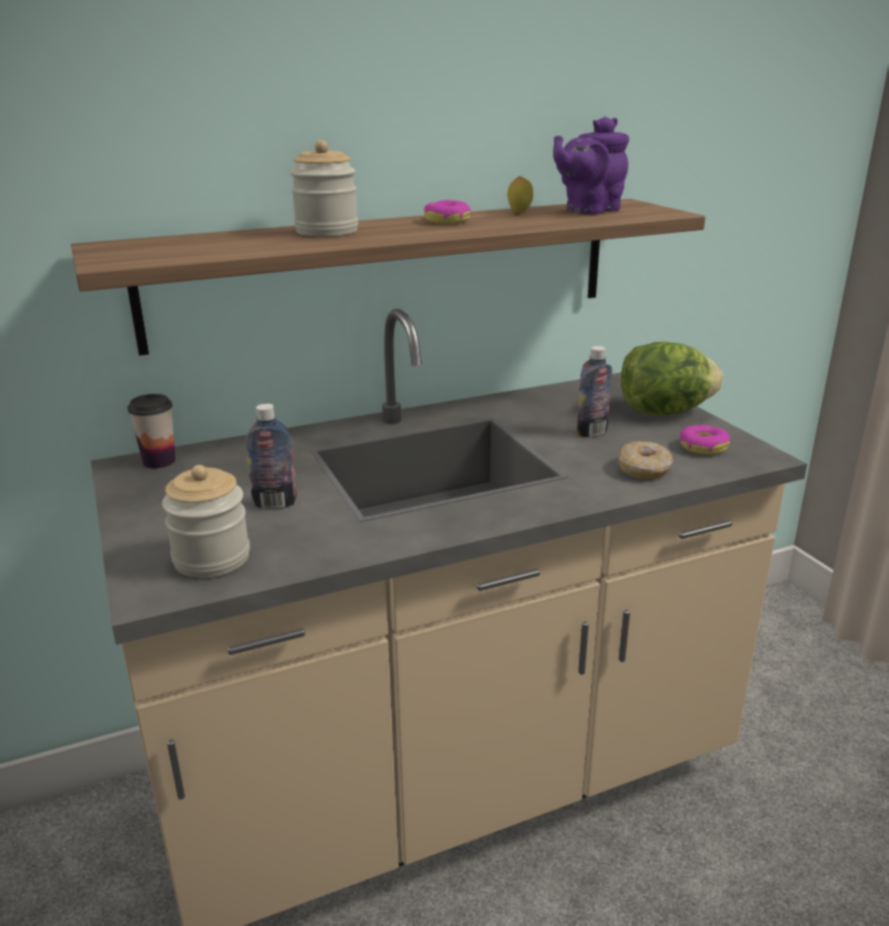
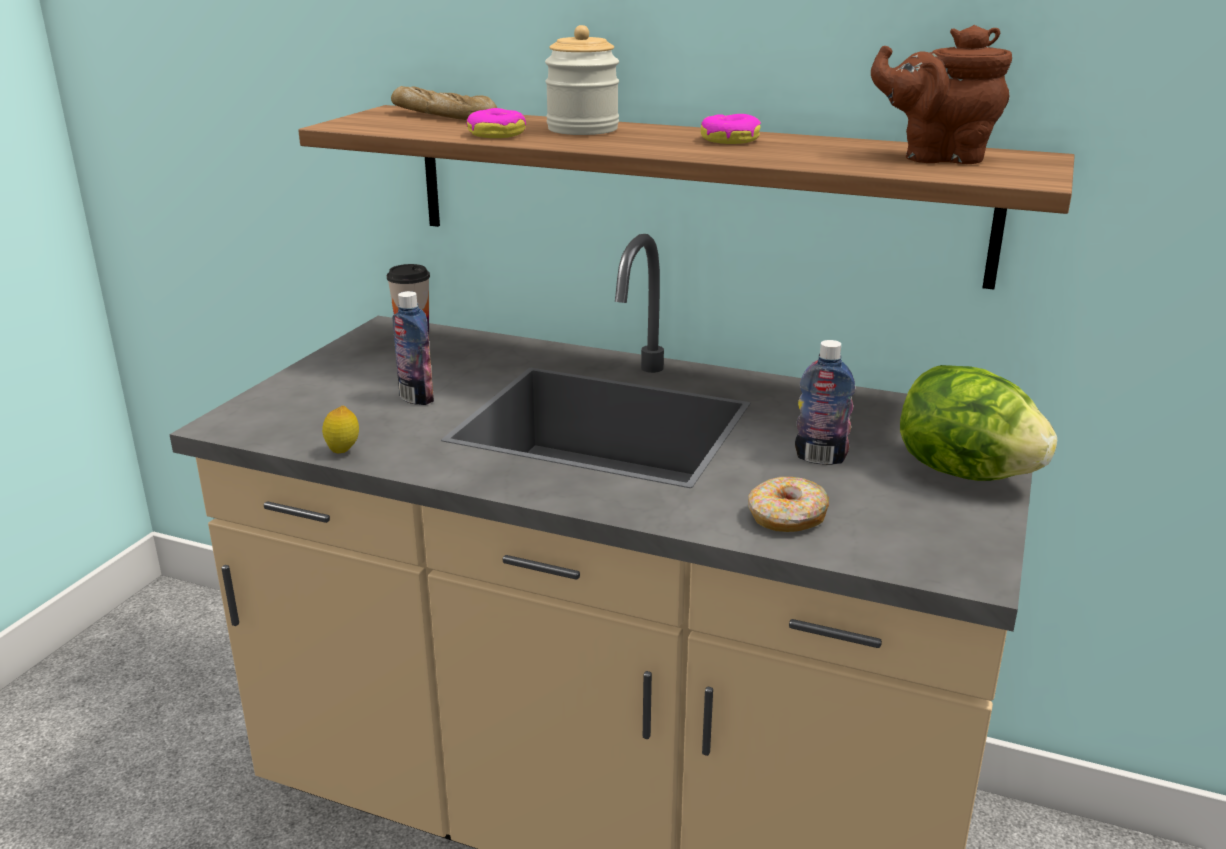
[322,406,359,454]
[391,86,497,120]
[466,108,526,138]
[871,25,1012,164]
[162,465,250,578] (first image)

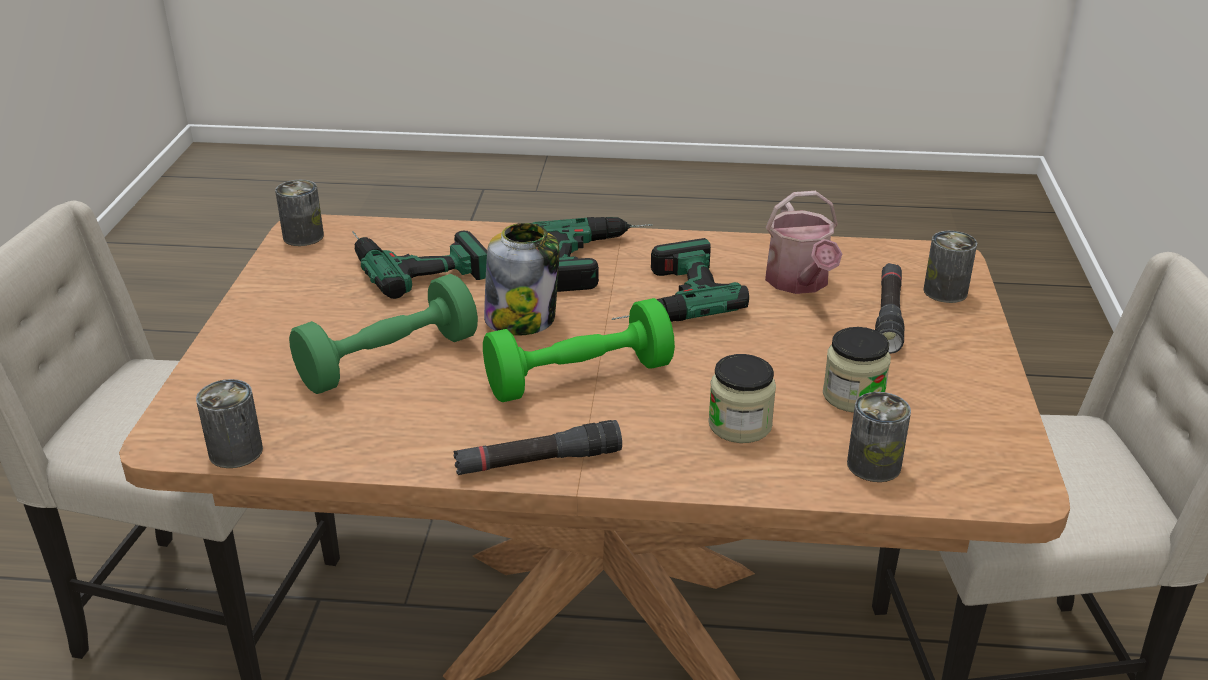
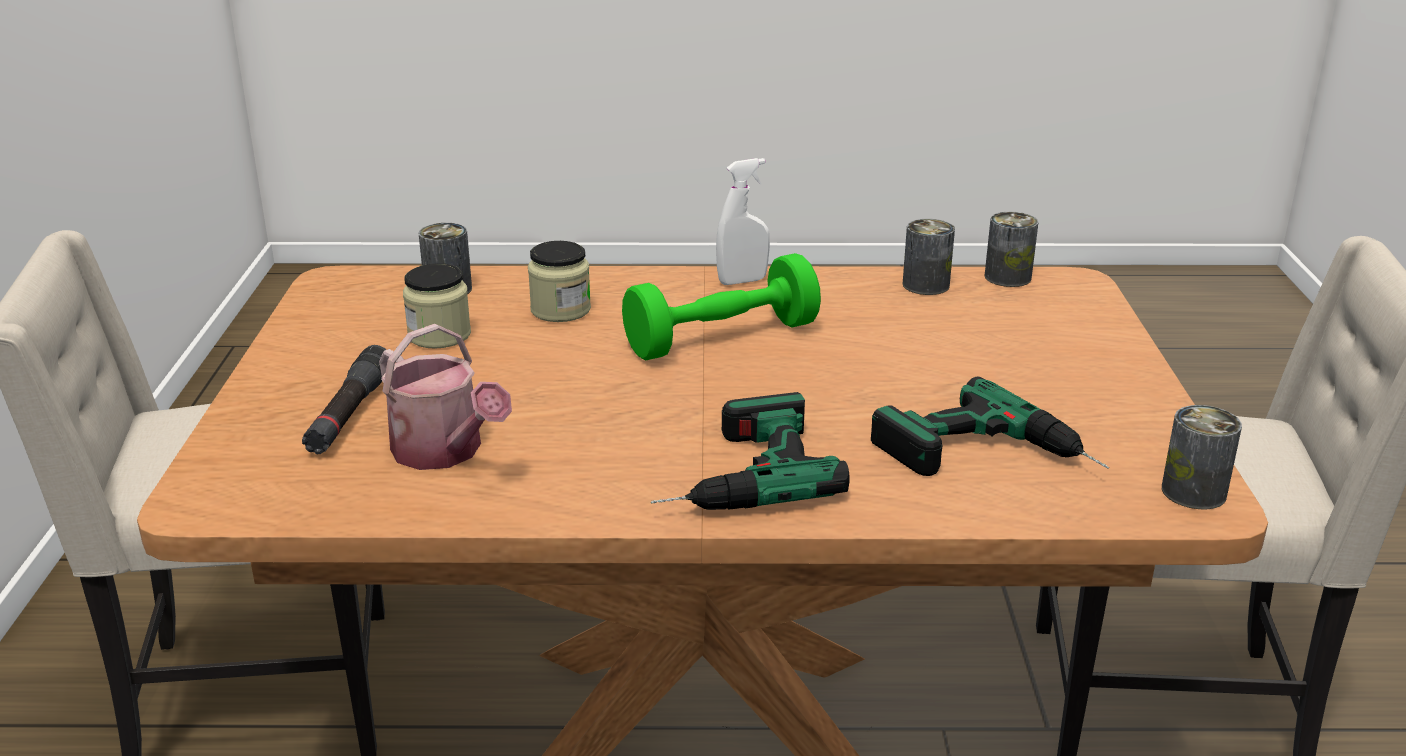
[379,324,512,470]
[716,158,770,285]
[903,219,955,295]
[289,274,478,394] (first image)
[484,223,559,336] (first image)
[612,238,749,322] (first image)

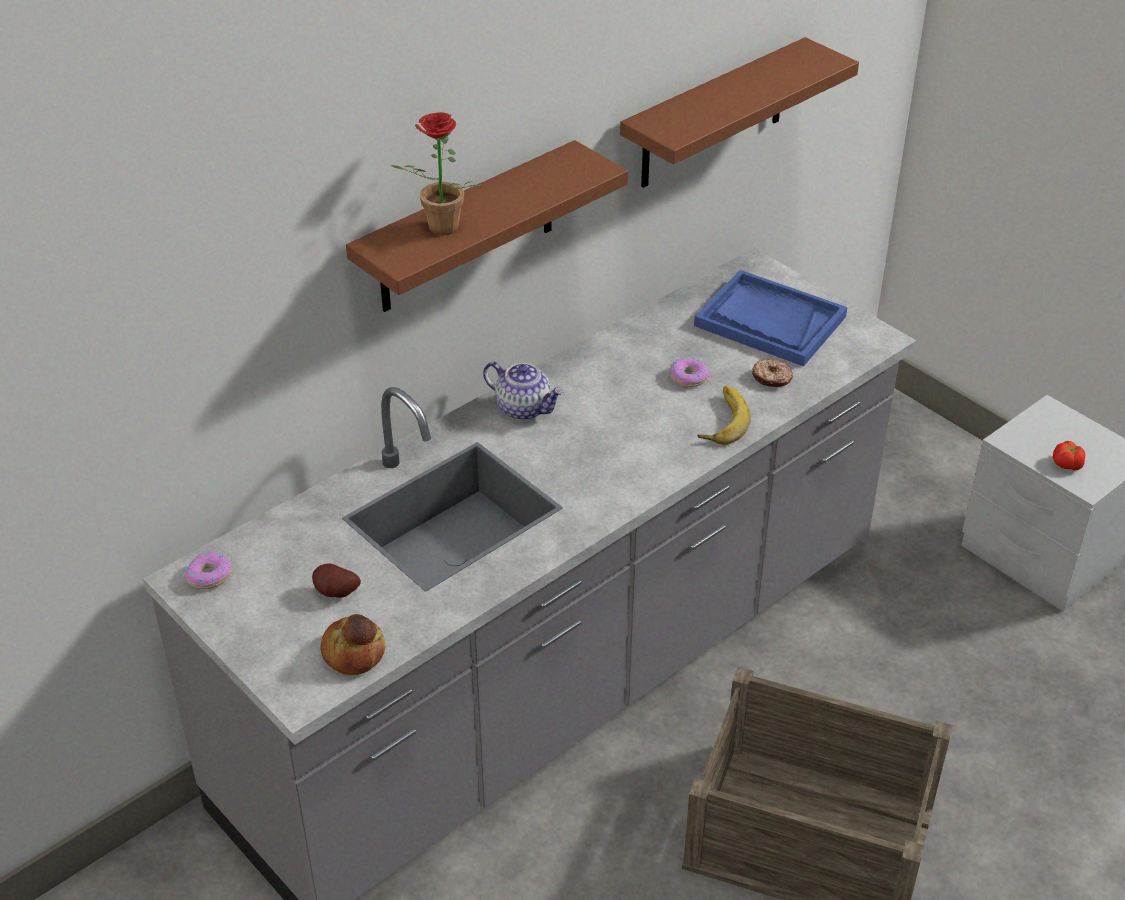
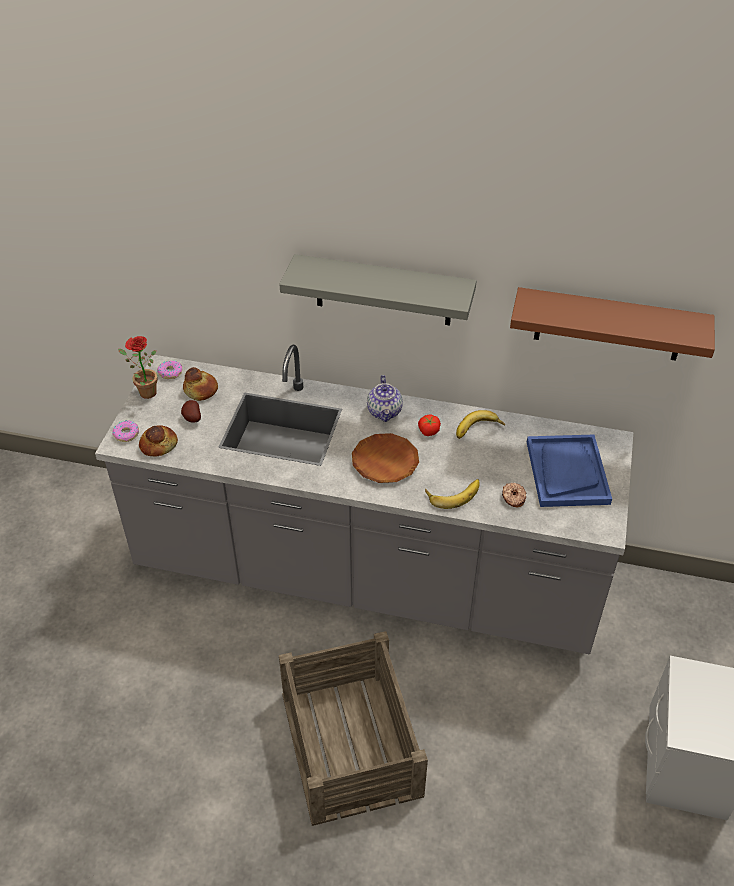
[112,420,139,442]
[118,336,158,399]
[183,367,218,401]
[279,254,477,325]
[352,433,419,483]
[418,414,441,436]
[456,410,505,439]

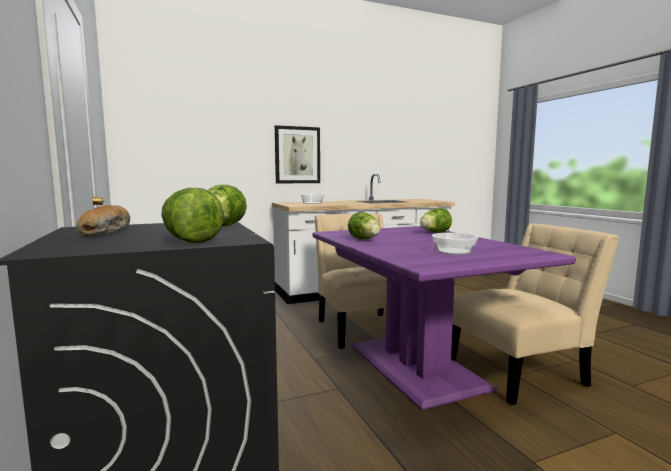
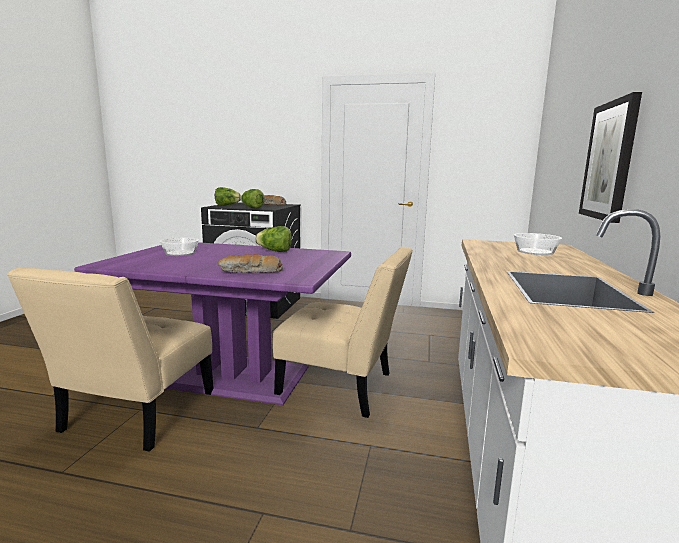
[218,254,283,273]

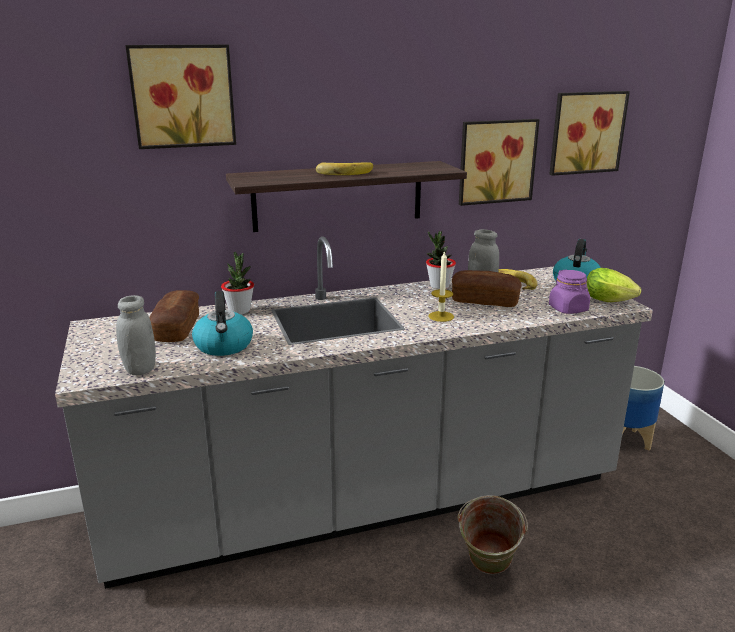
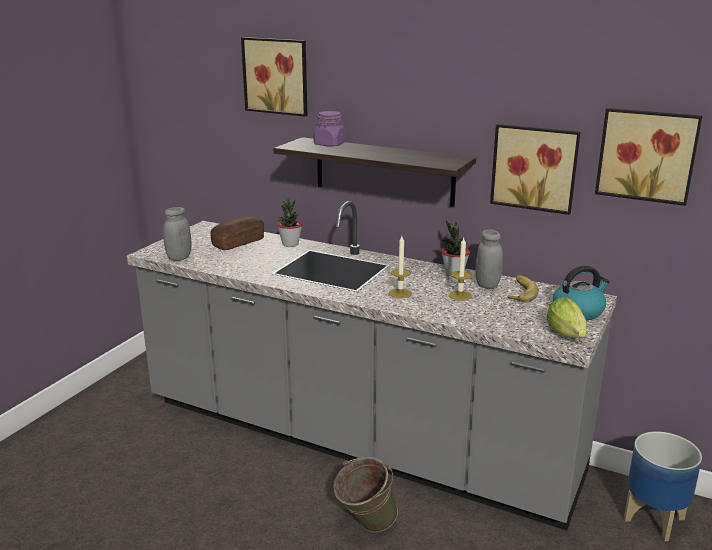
[314,111,346,147]
[449,238,472,301]
[192,291,253,356] (first image)
[316,162,373,175] (first image)

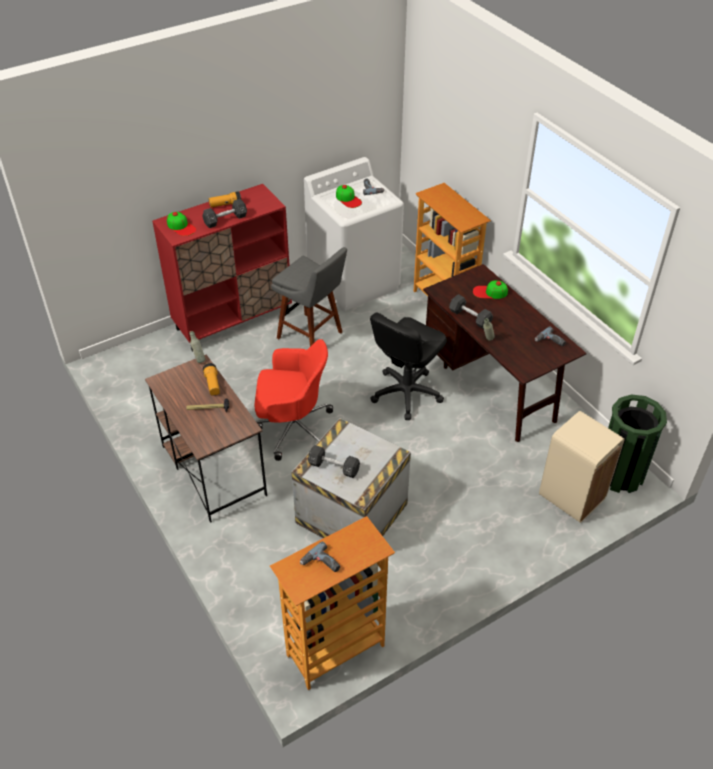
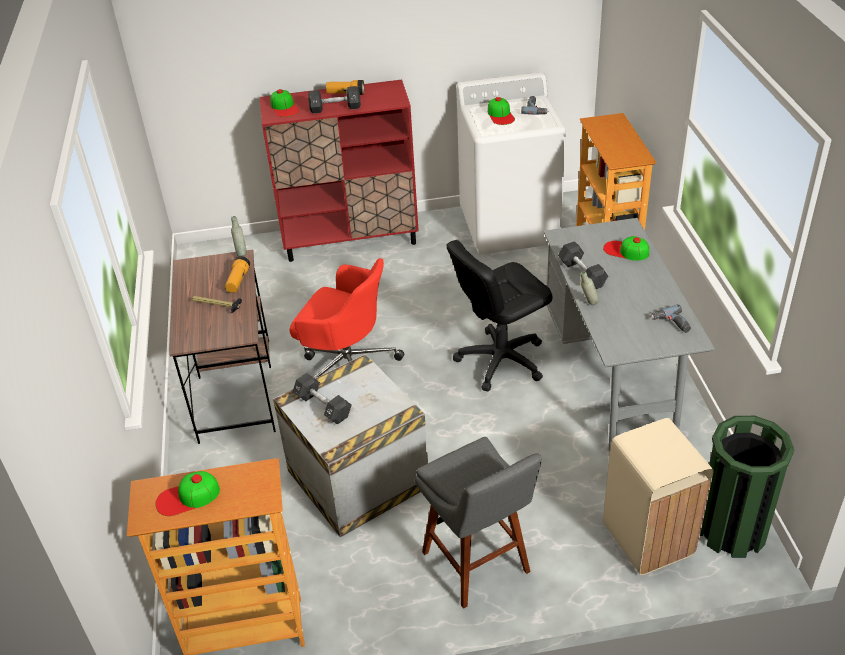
[156,471,220,516]
[415,437,542,609]
[544,218,715,451]

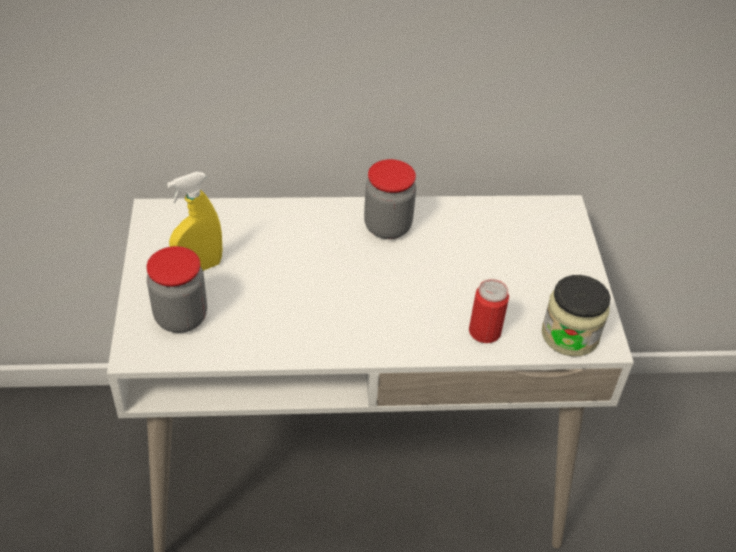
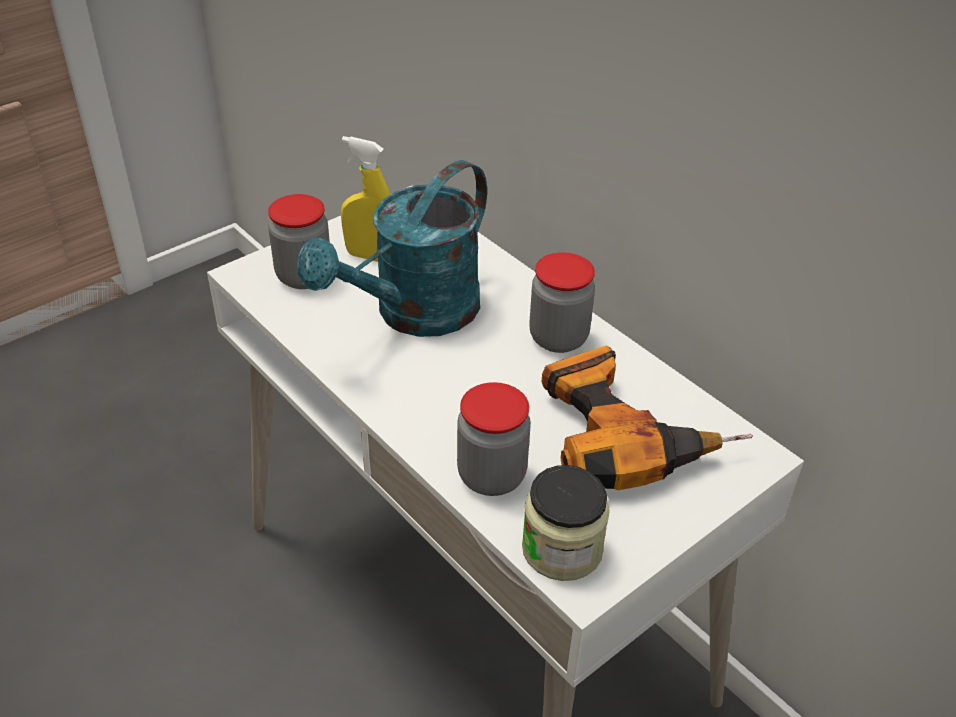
[297,160,487,337]
[457,382,531,496]
[542,345,753,490]

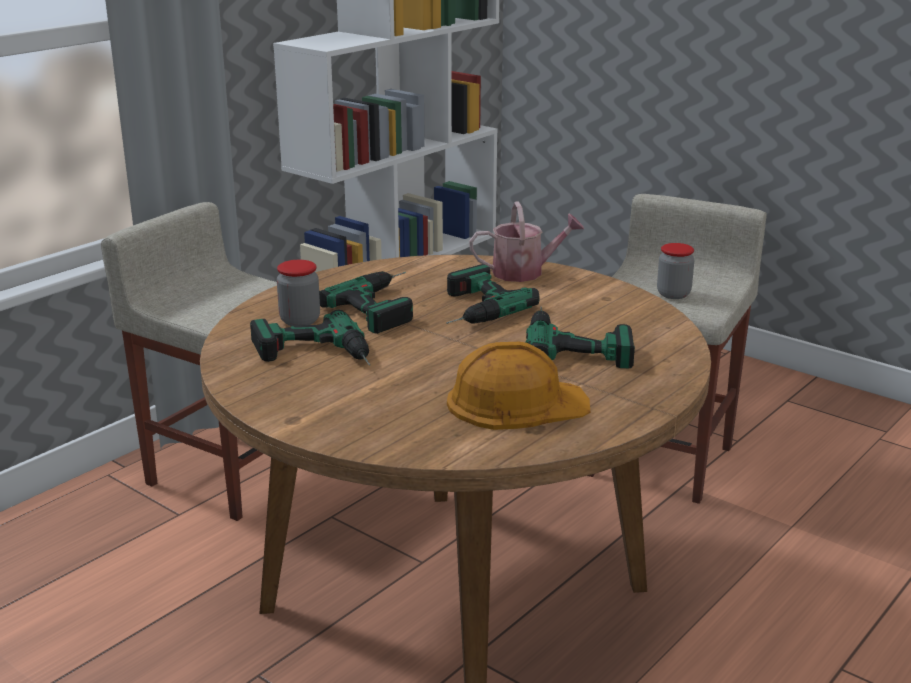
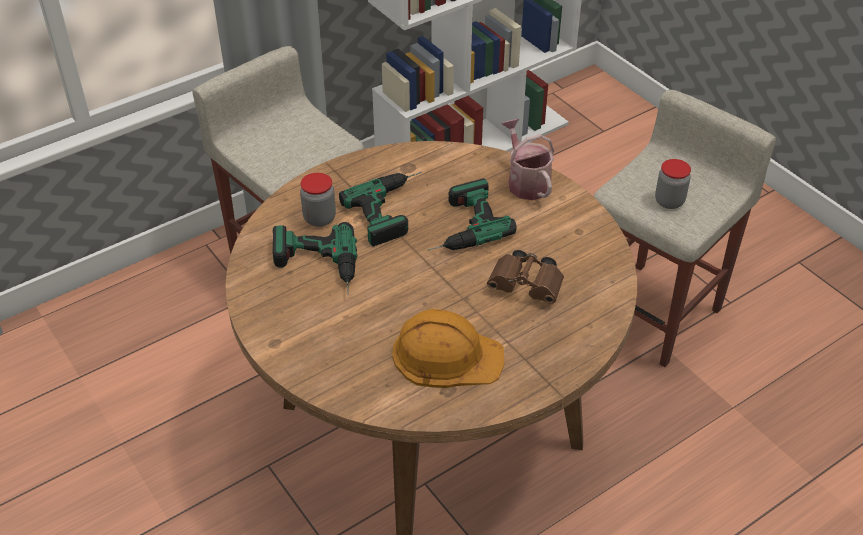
[487,250,564,304]
[502,119,554,200]

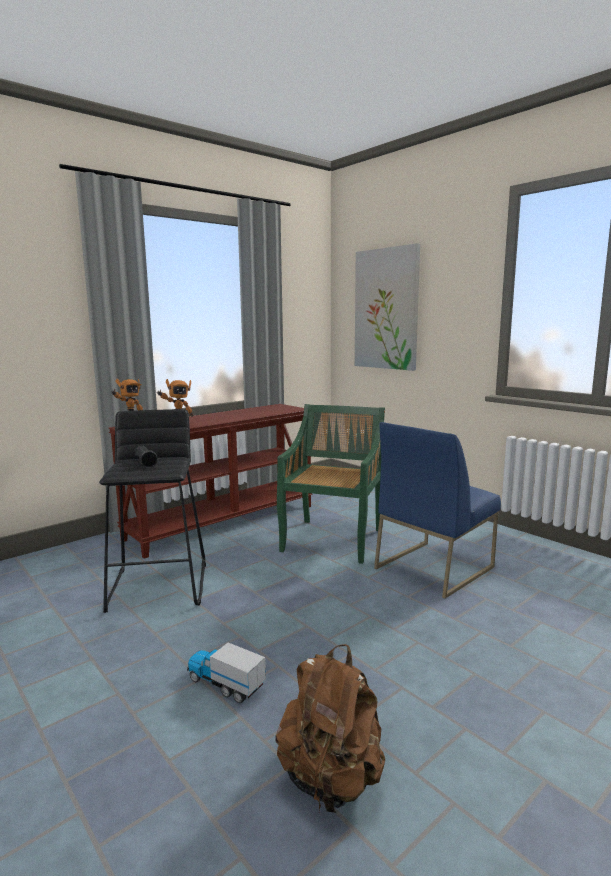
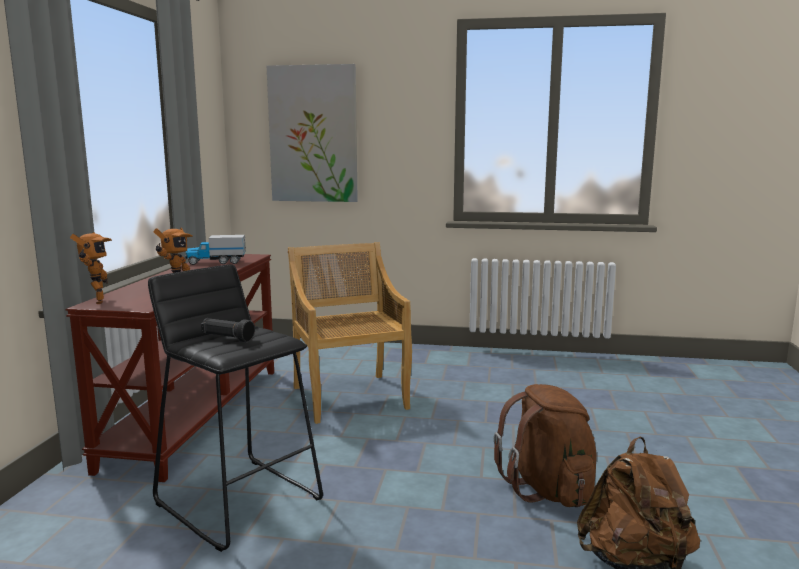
[185,235,246,265]
[288,242,412,424]
[493,384,596,507]
[374,422,501,599] (first image)

